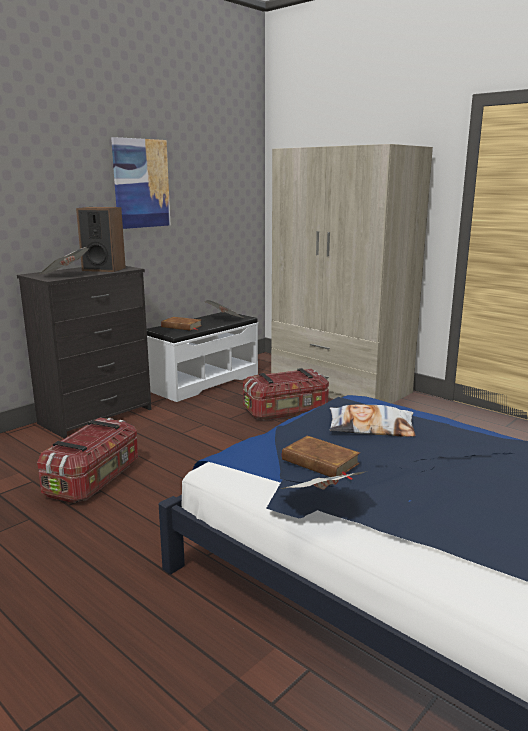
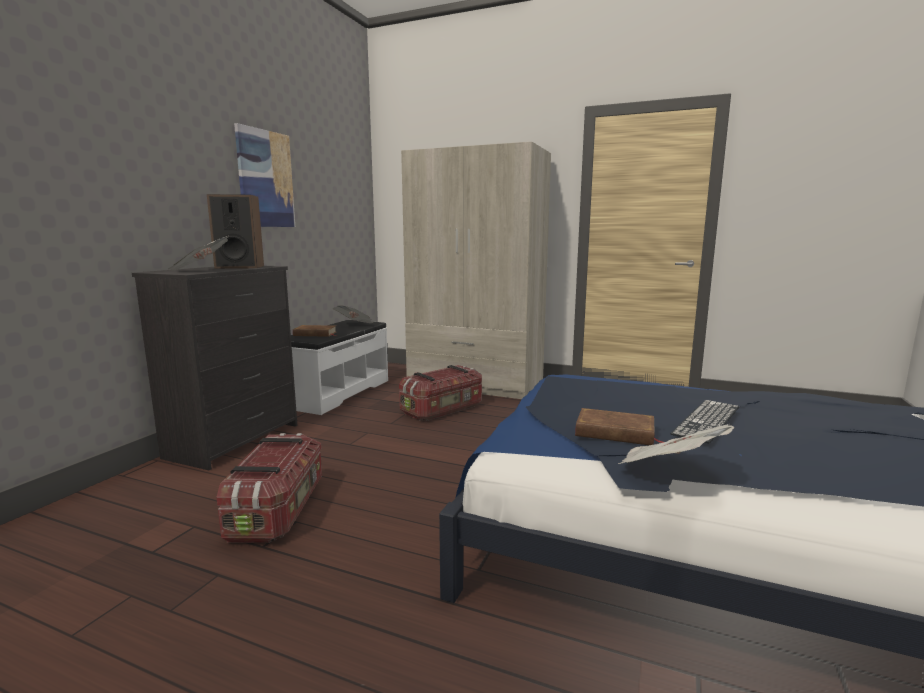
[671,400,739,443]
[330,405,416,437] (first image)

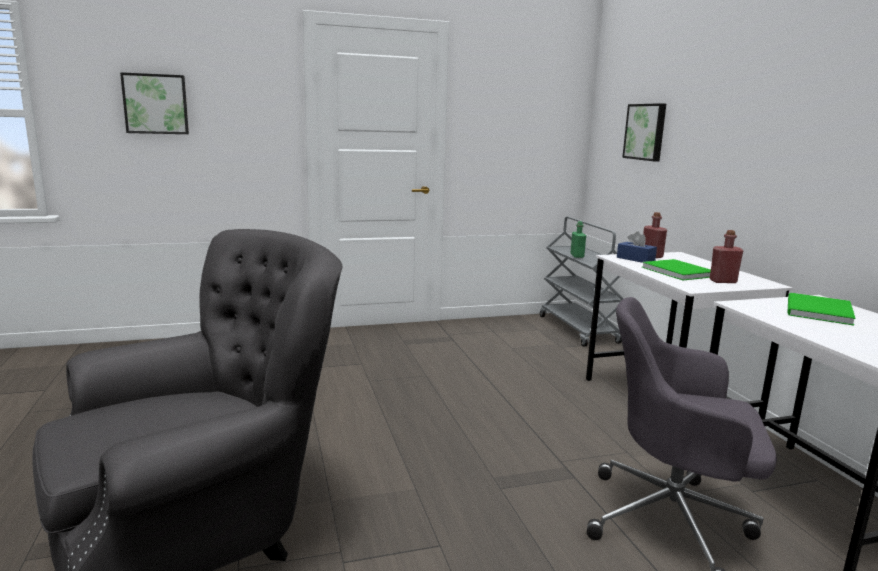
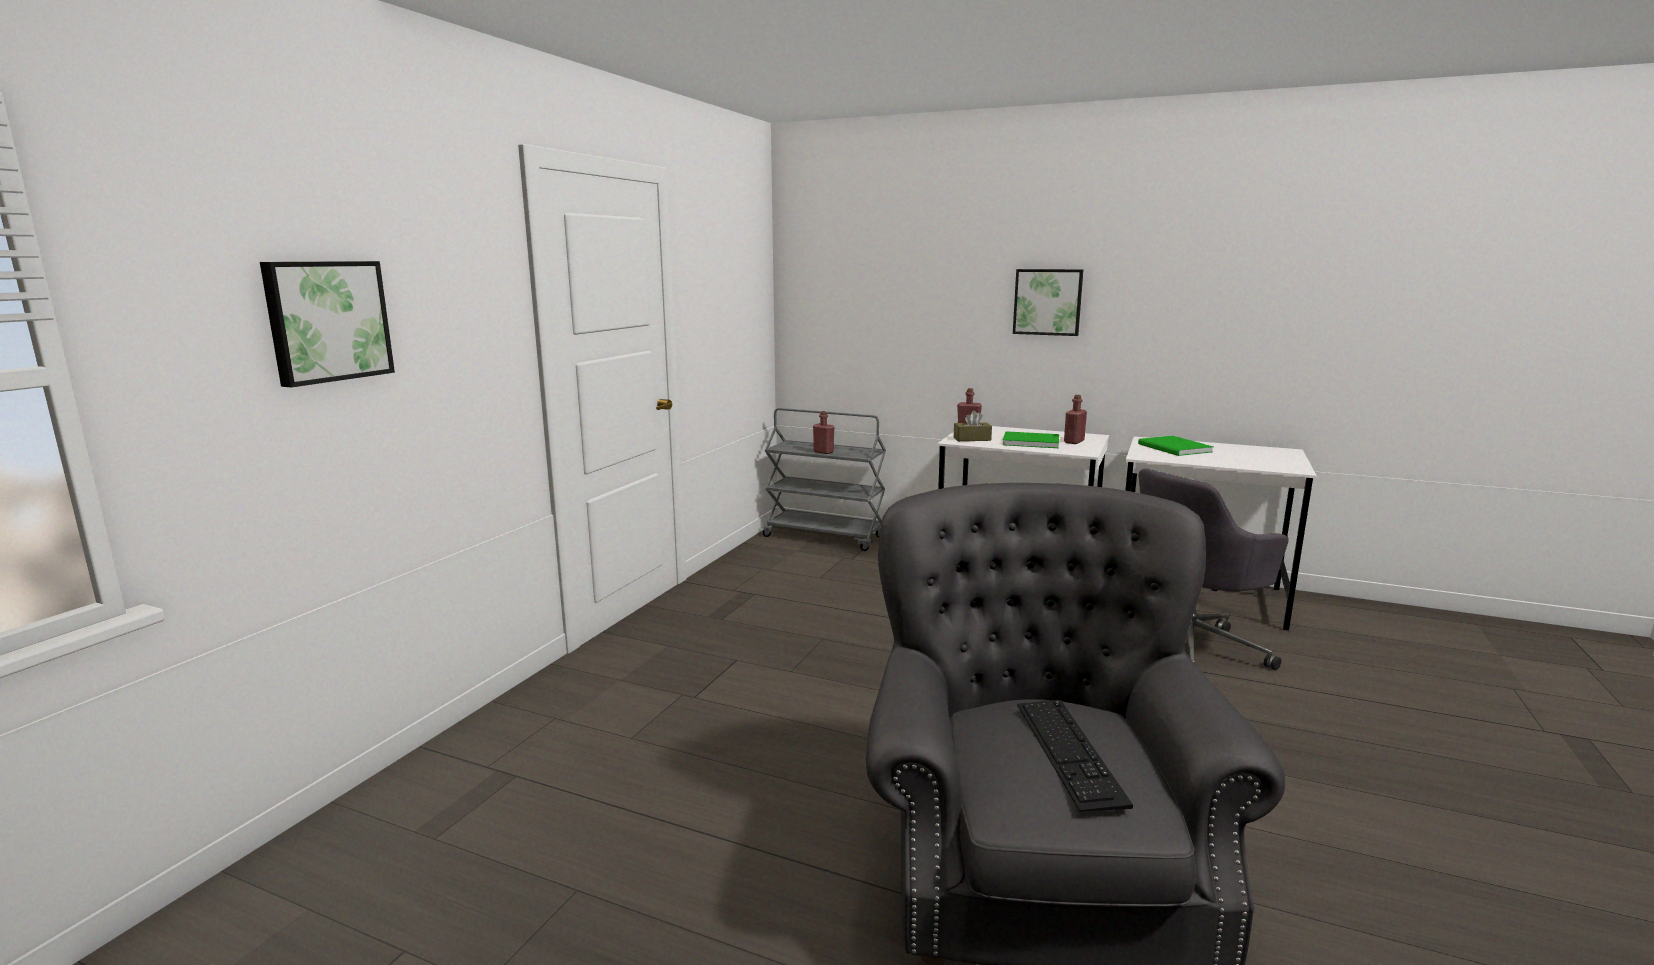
[813,411,834,454]
[954,411,992,441]
[1013,269,1083,336]
[1017,700,1133,812]

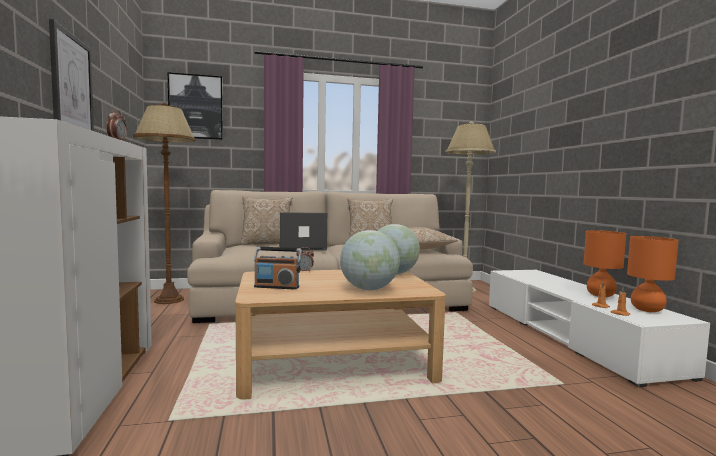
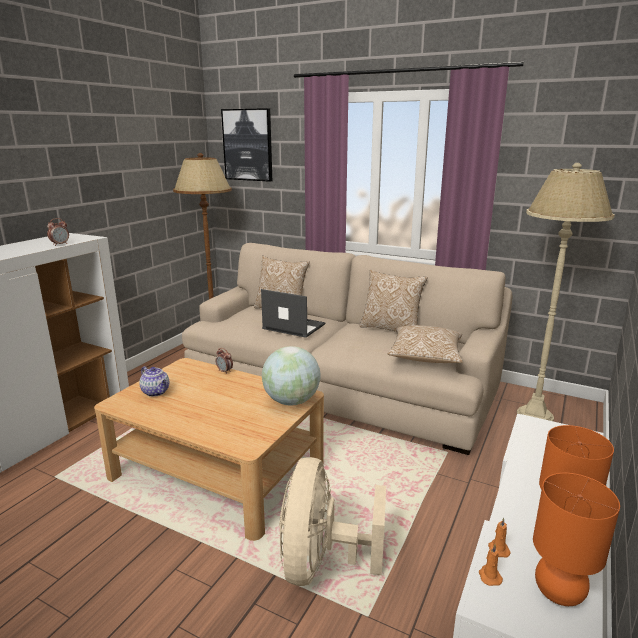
[139,366,169,397]
[279,457,386,586]
[49,19,94,131] (first image)
[340,230,400,290] (first image)

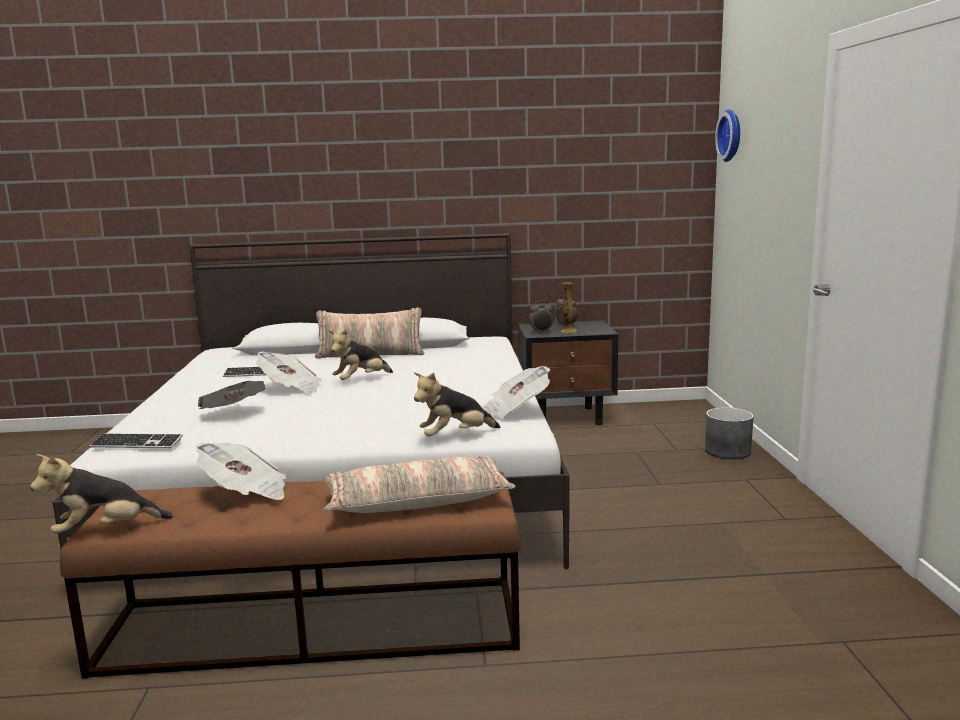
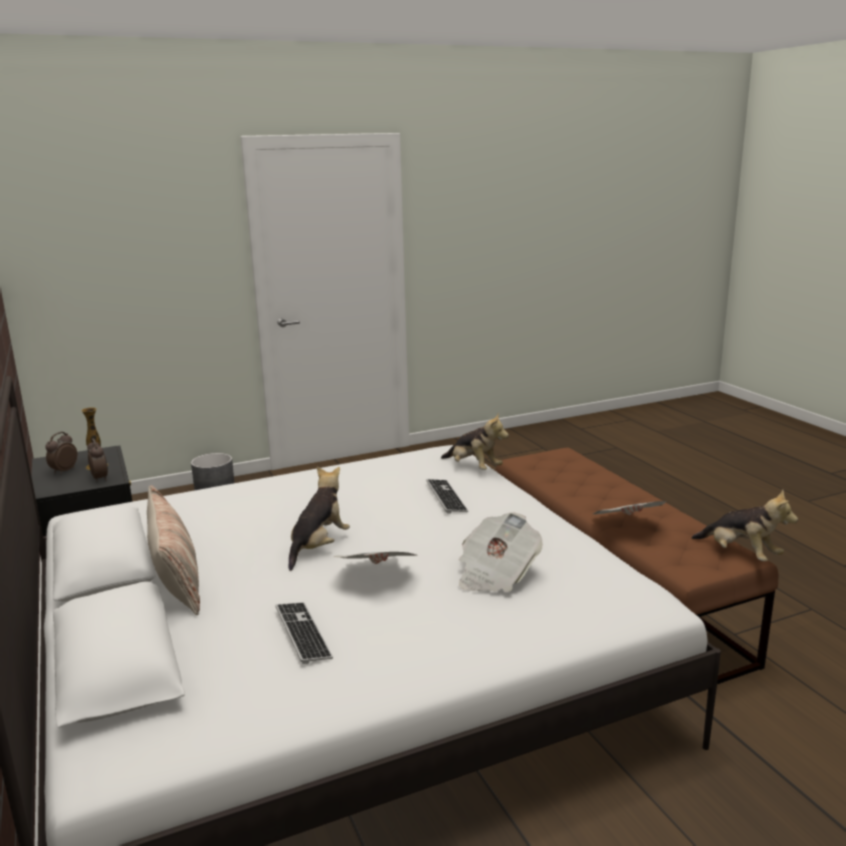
[288,467,350,571]
[426,479,468,513]
[324,456,515,513] (first image)
[482,366,550,418] (first image)
[715,110,740,162] (first image)

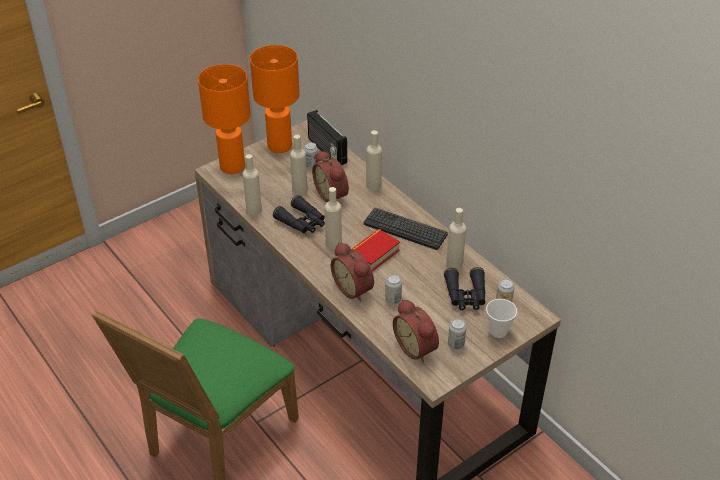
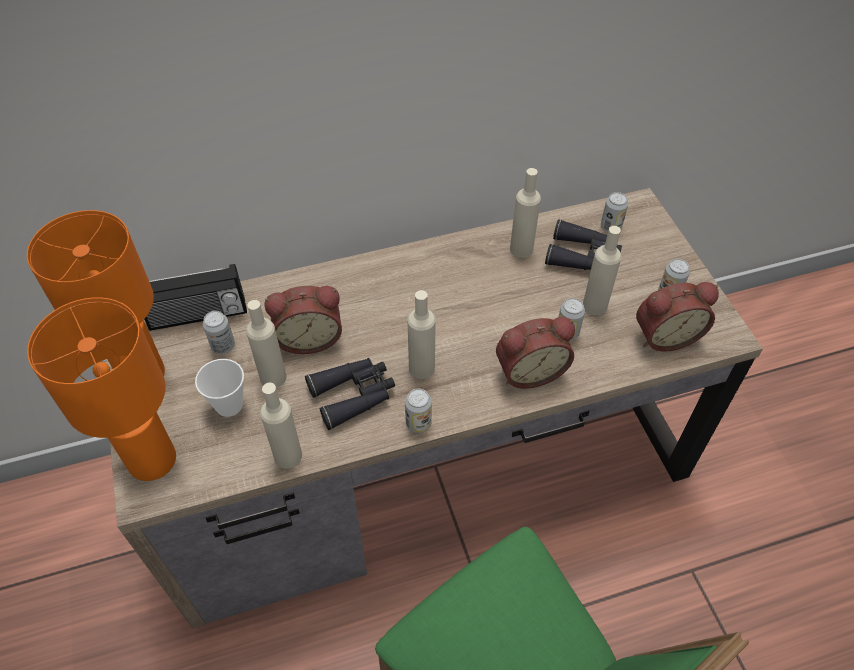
[195,359,244,417]
[405,388,432,433]
[583,226,622,315]
[352,229,400,272] (first image)
[364,207,448,250] (first image)

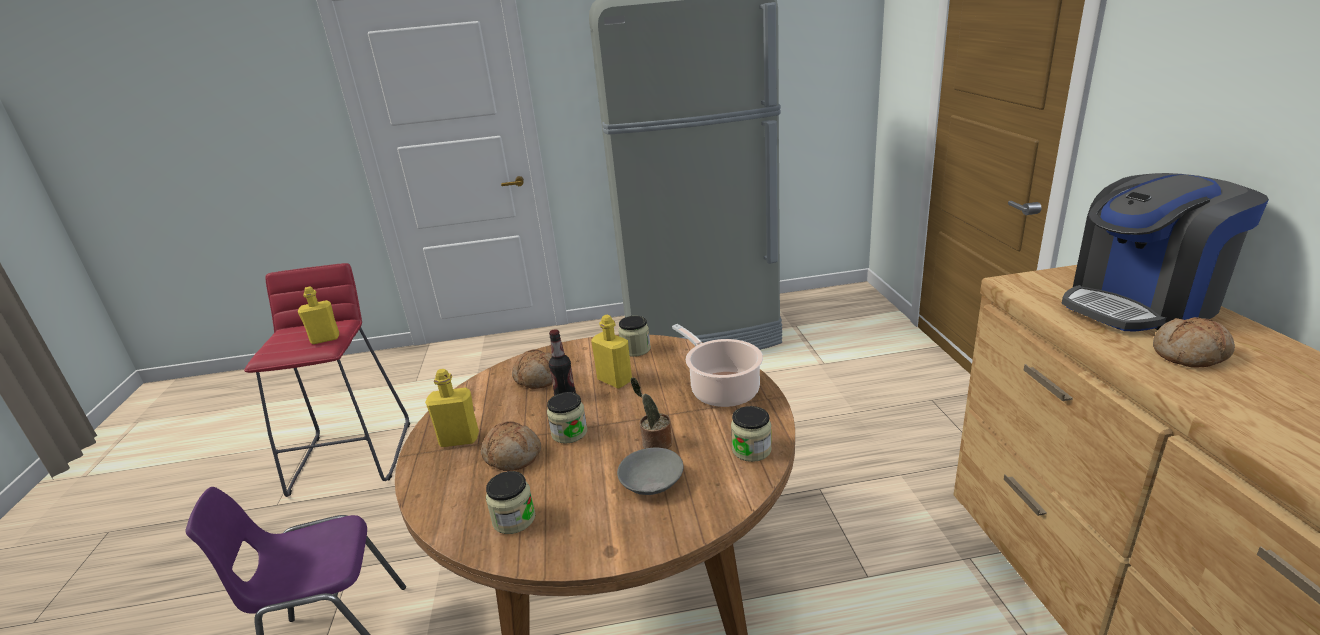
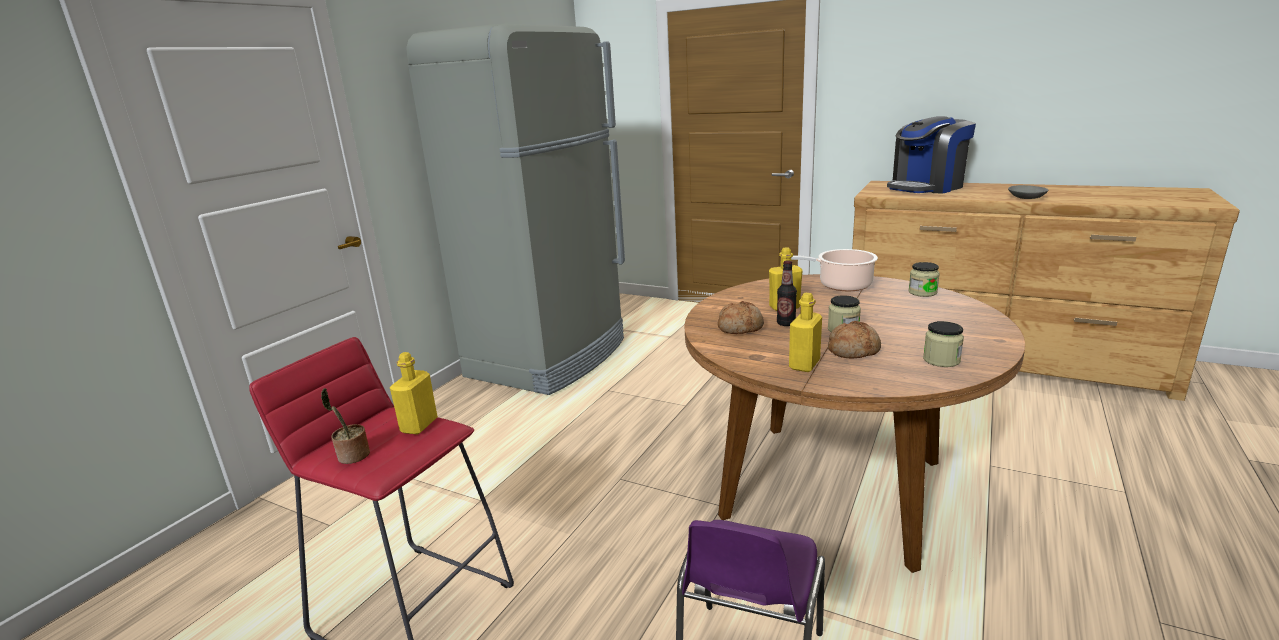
[321,388,370,464]
[887,116,976,194]
[1008,185,1048,199]
[618,316,651,357] (first image)
[1153,317,1235,367] (first image)

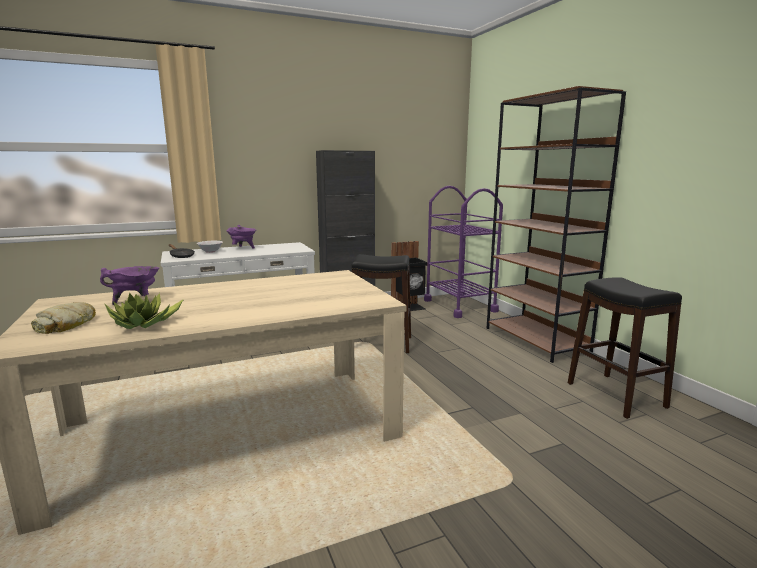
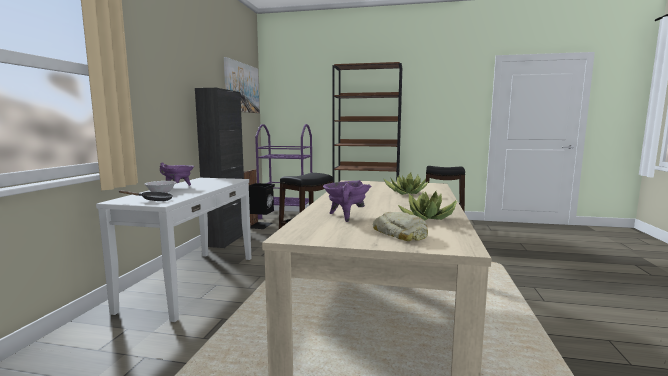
[224,57,260,113]
[384,172,428,195]

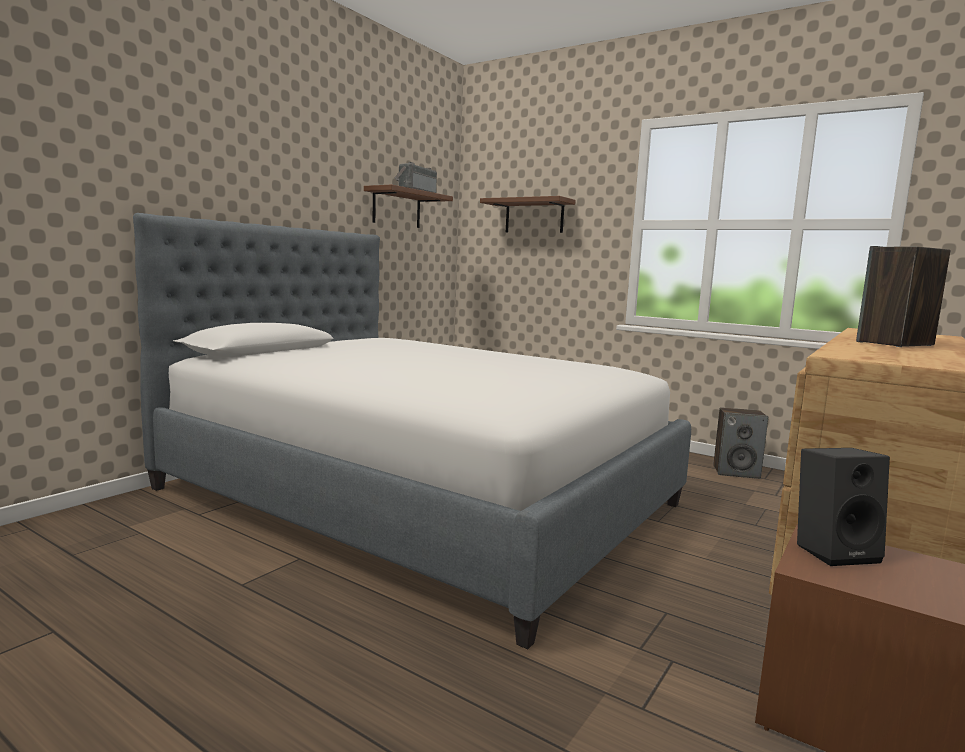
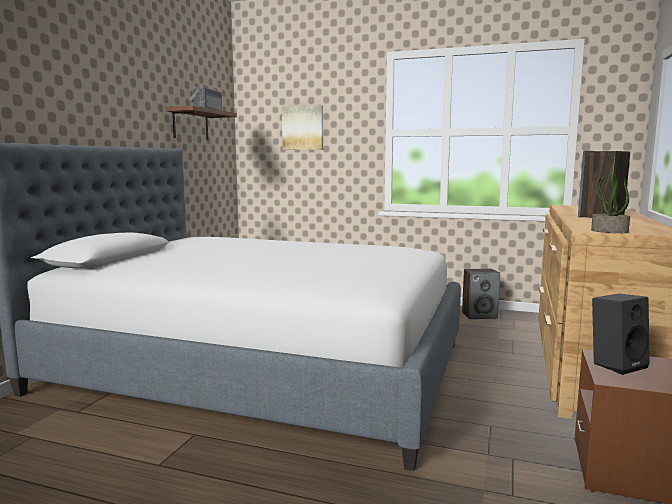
[282,105,323,150]
[591,170,630,233]

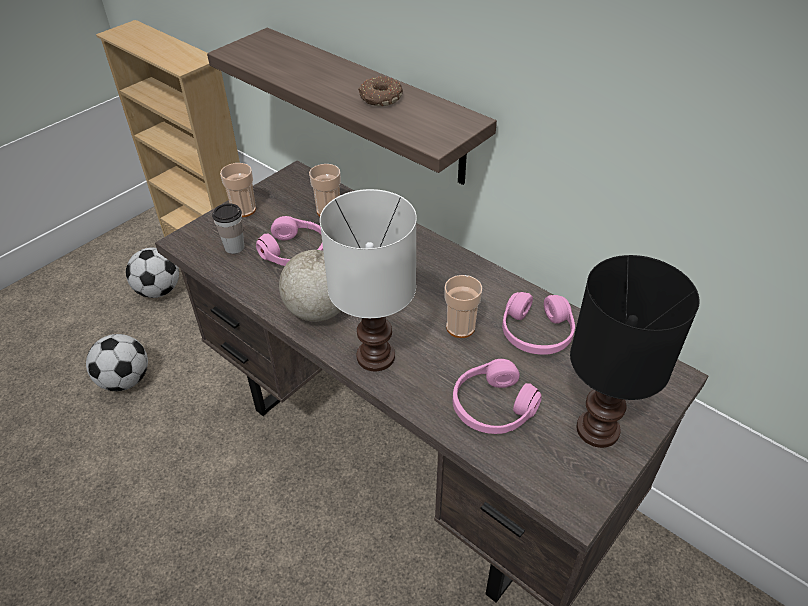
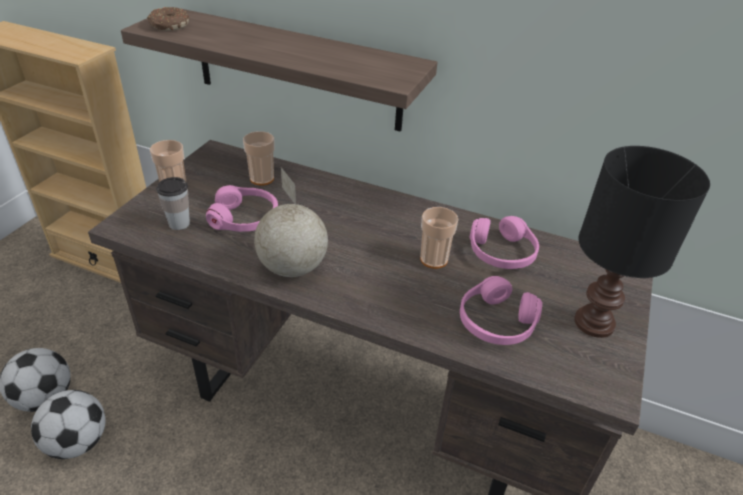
[31,390,105,459]
[147,7,189,31]
[320,189,417,371] (first image)

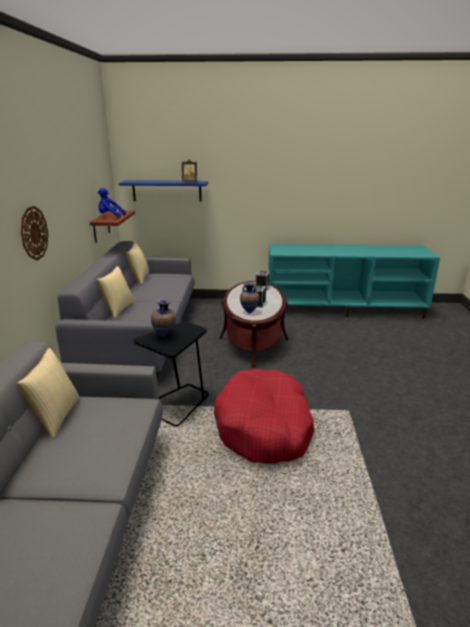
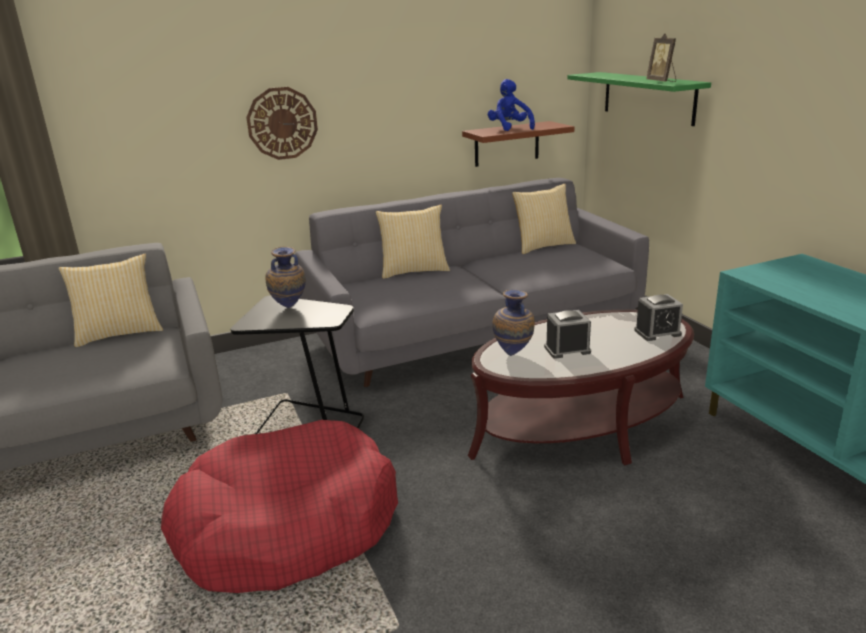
[567,72,711,126]

